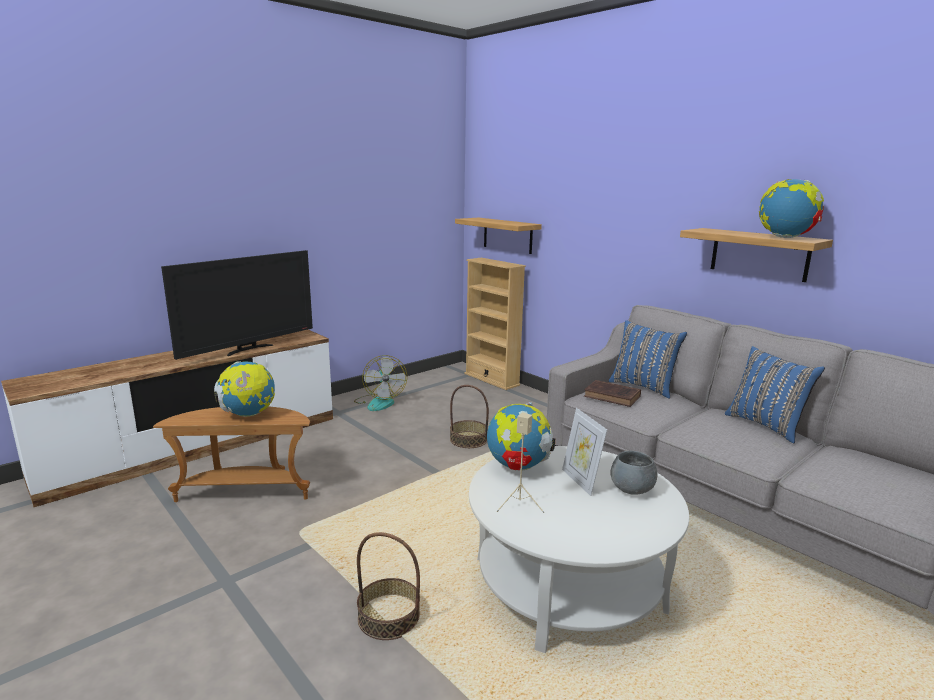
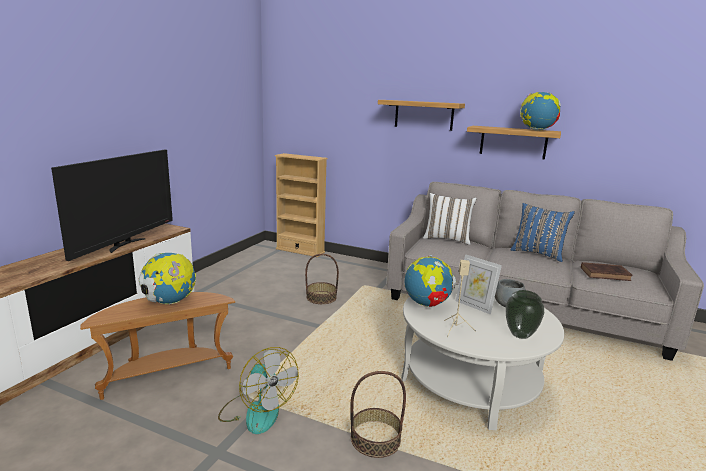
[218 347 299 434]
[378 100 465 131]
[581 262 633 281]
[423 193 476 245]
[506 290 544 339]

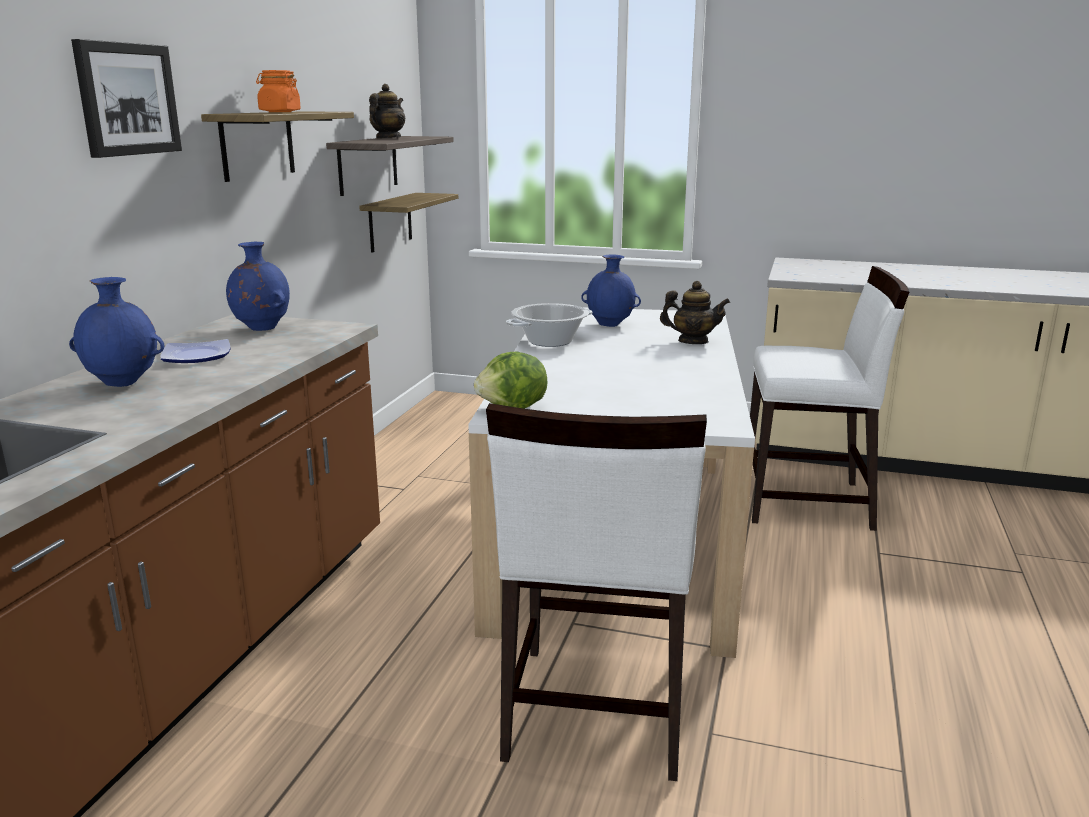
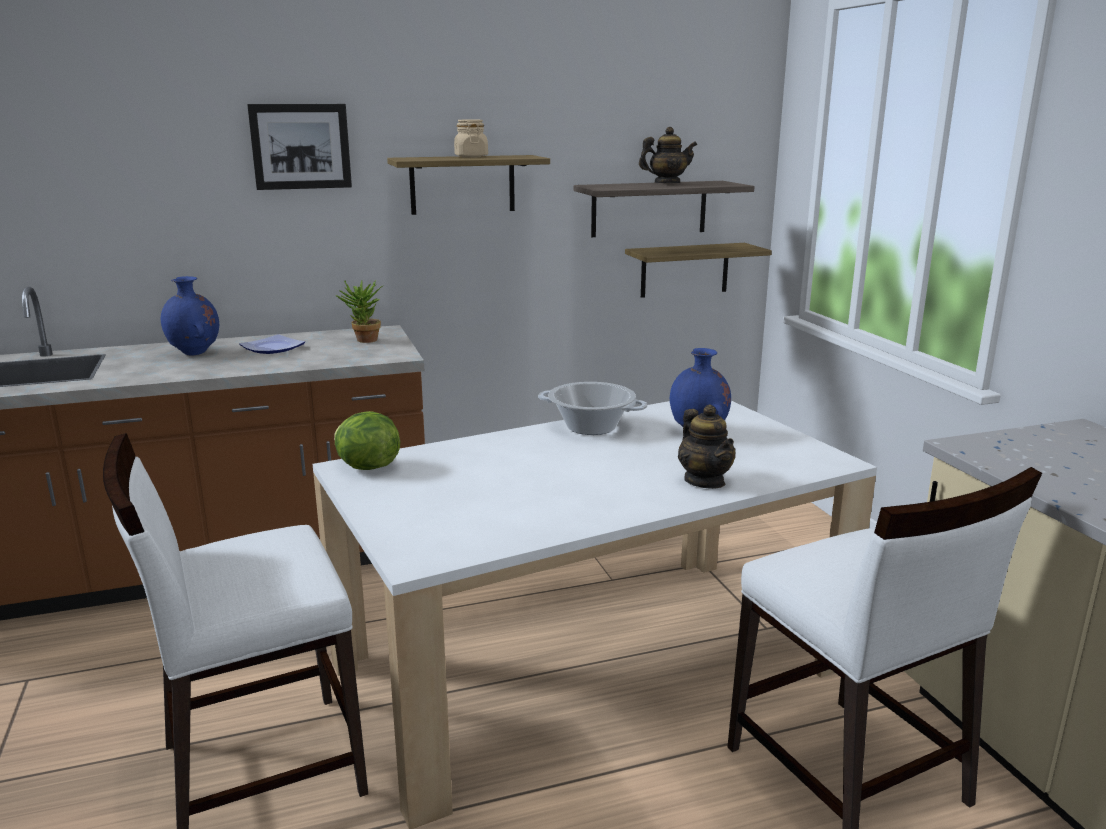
[336 280 383 343]
[454 120 488 158]

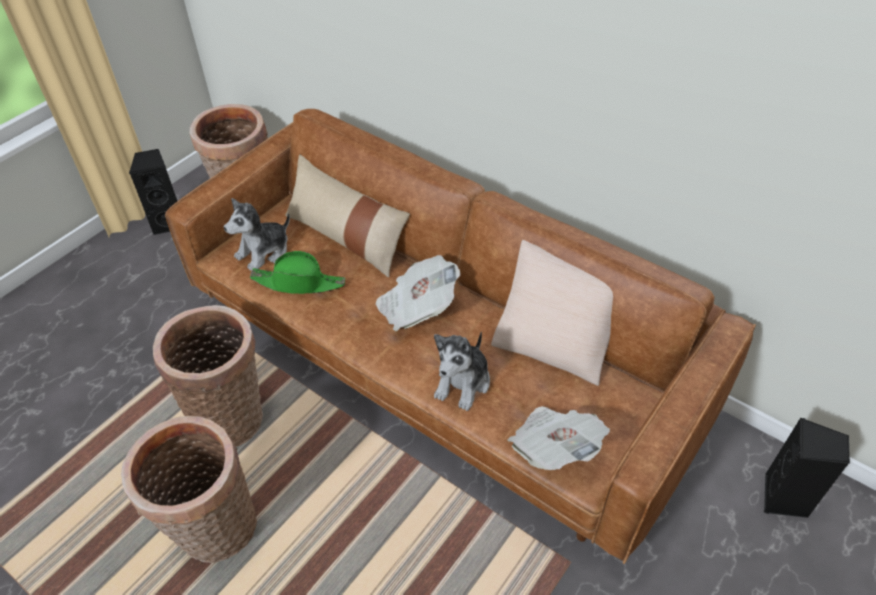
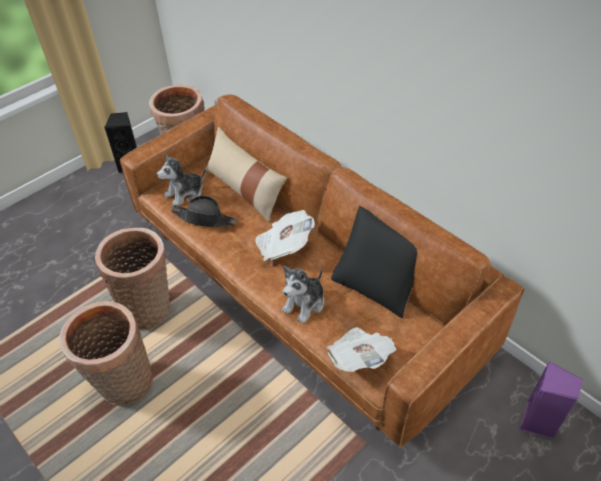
[171 196 237 227]
[331 206 417 318]
[520 361 583 438]

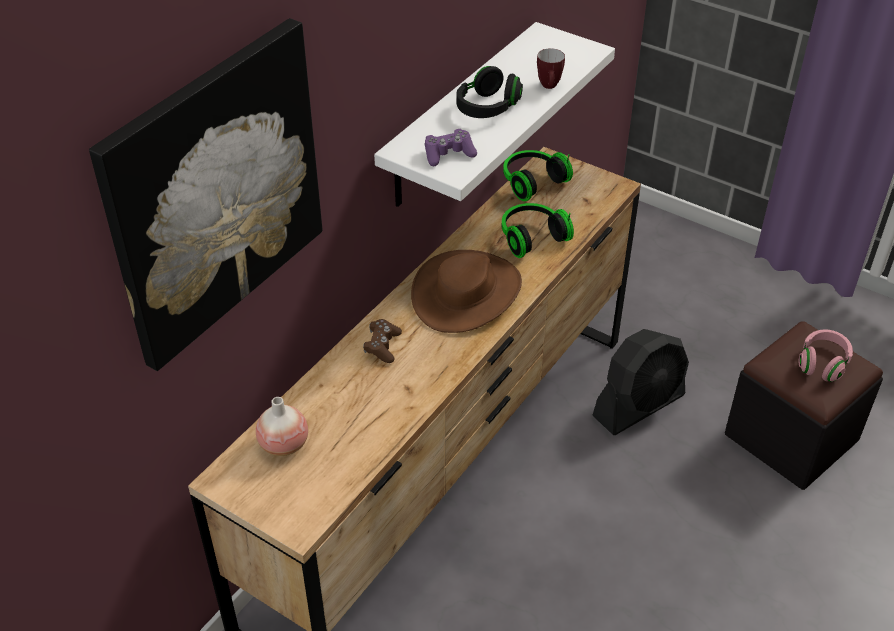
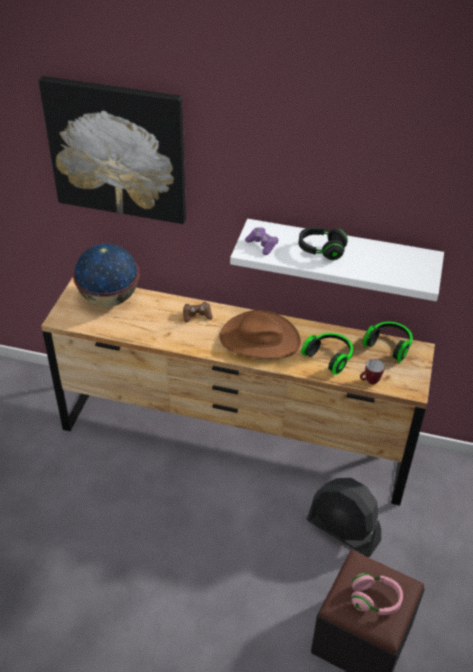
[73 244 140 307]
[360 359 385 384]

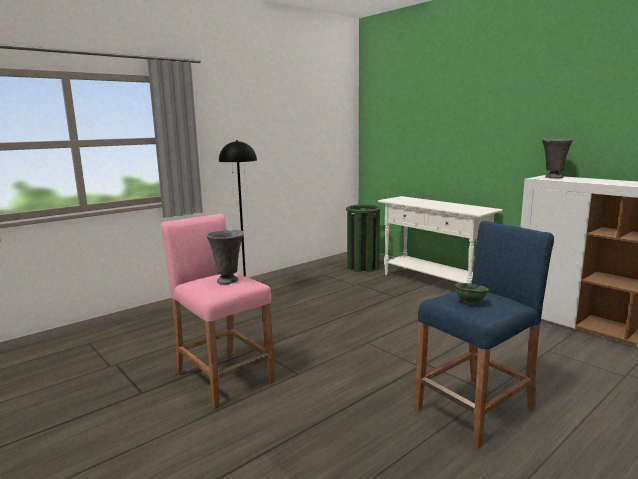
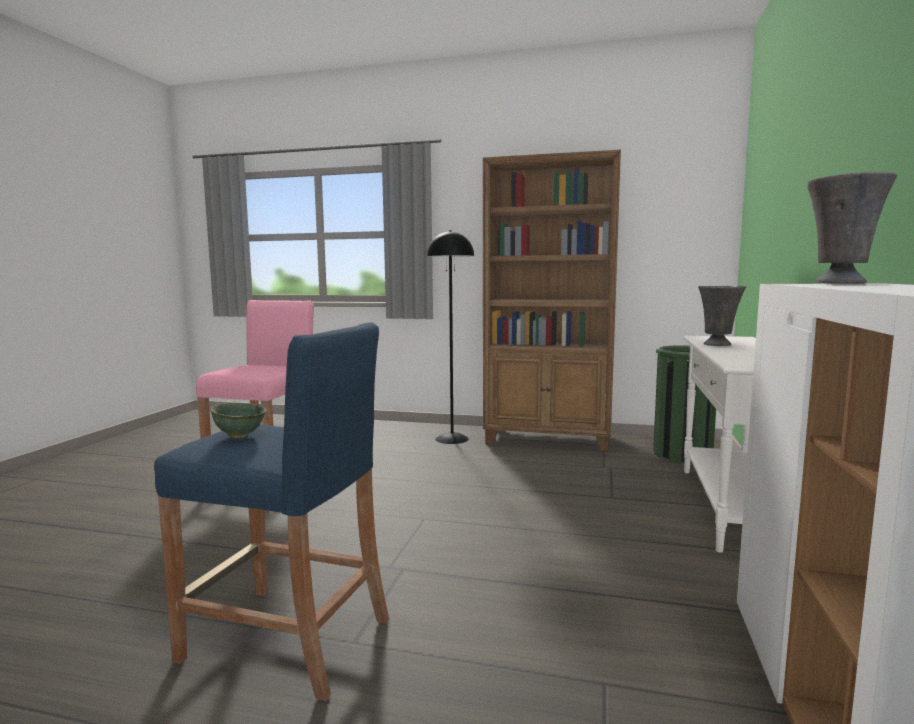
[698 286 746 346]
[483 150 621 452]

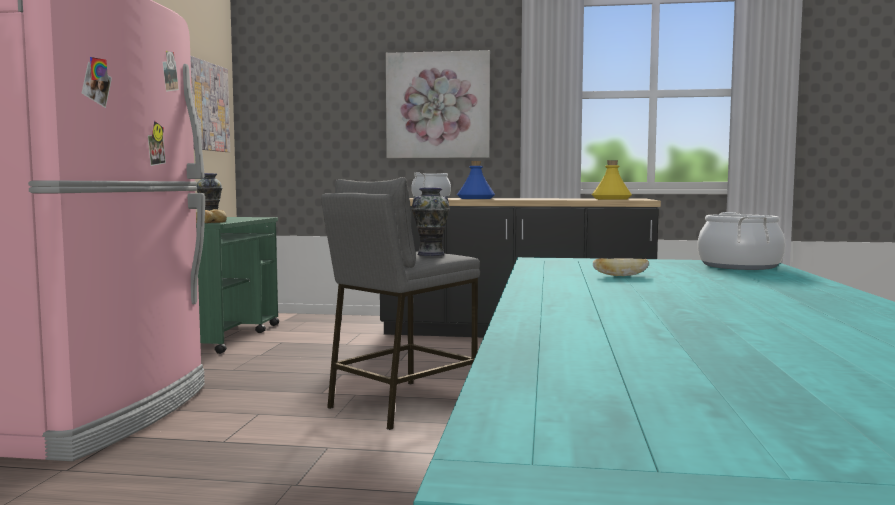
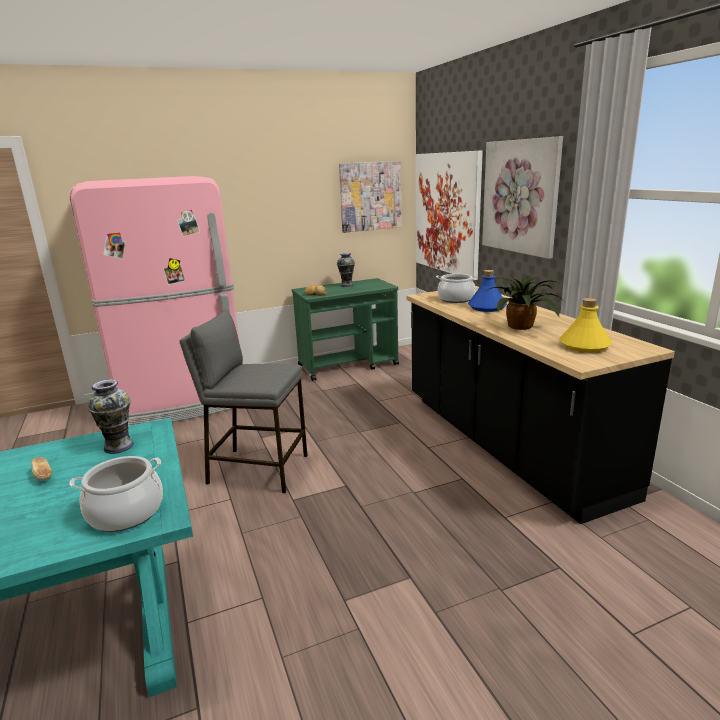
[88 380 134 454]
[415 151 483 280]
[485 276 565 330]

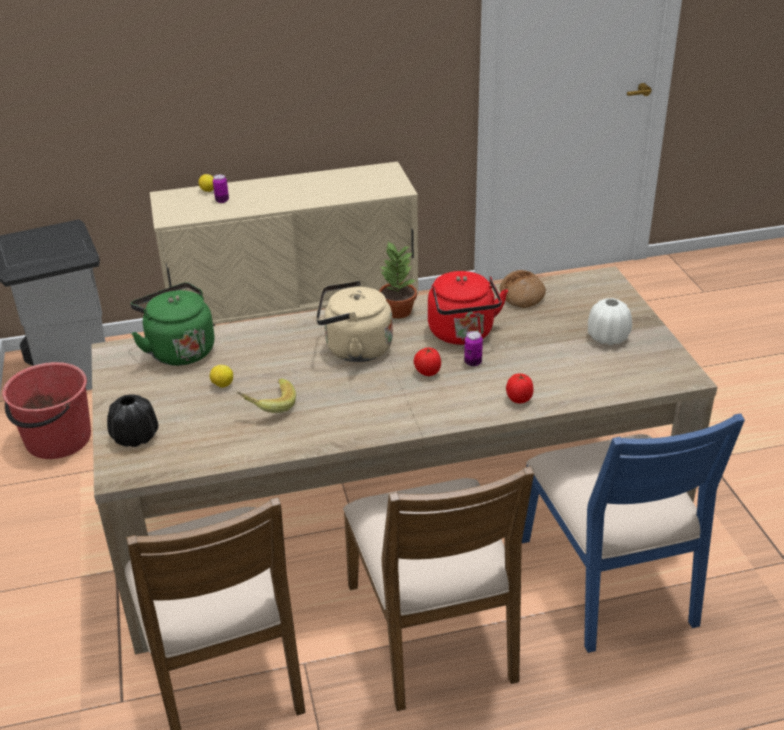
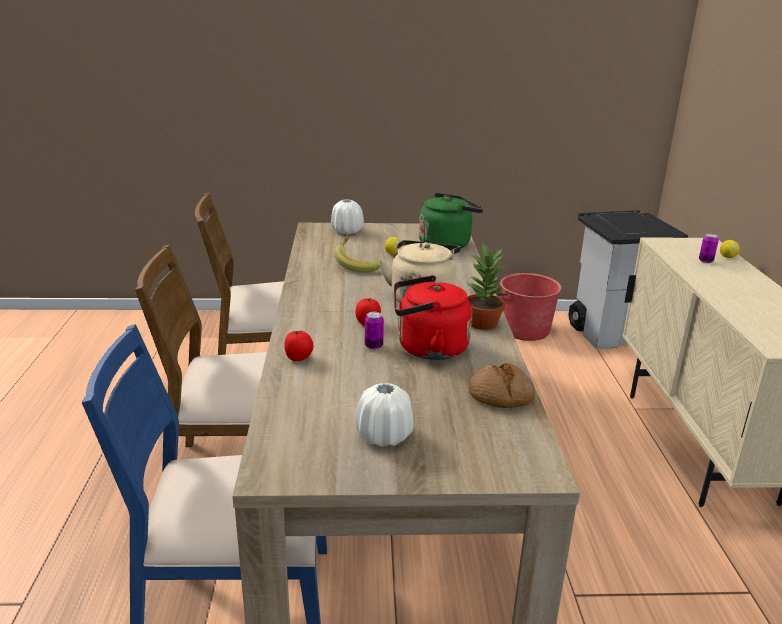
[331 199 364 234]

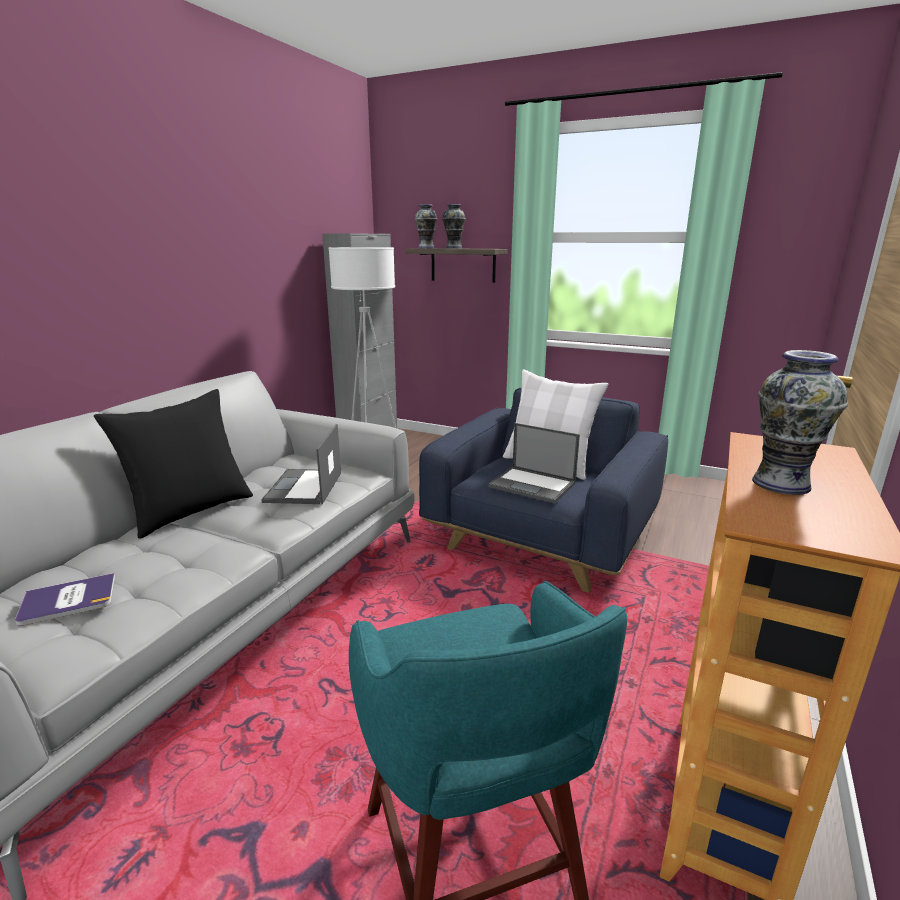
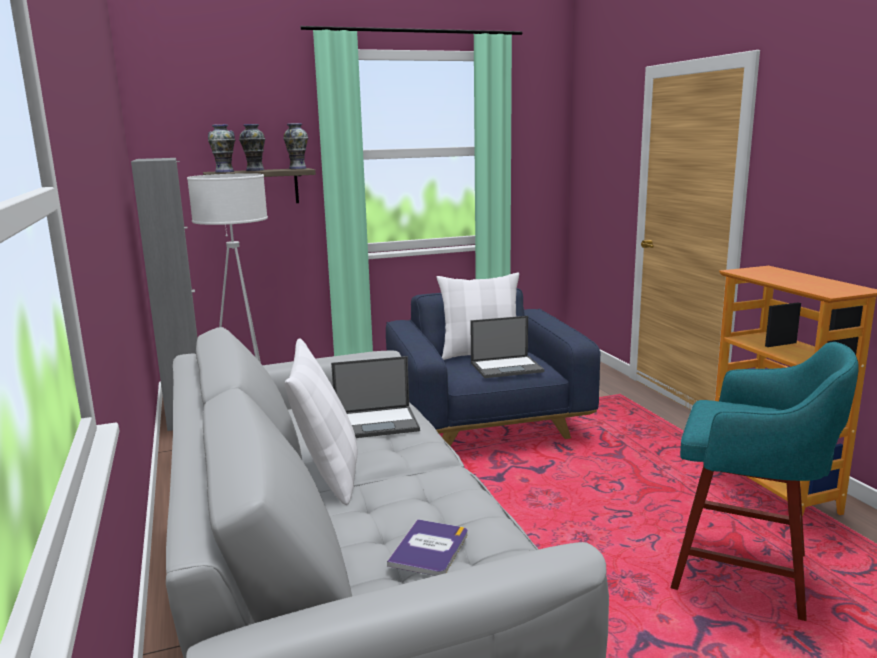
[284 338 357 505]
[331 356 420 438]
[283 123 308 169]

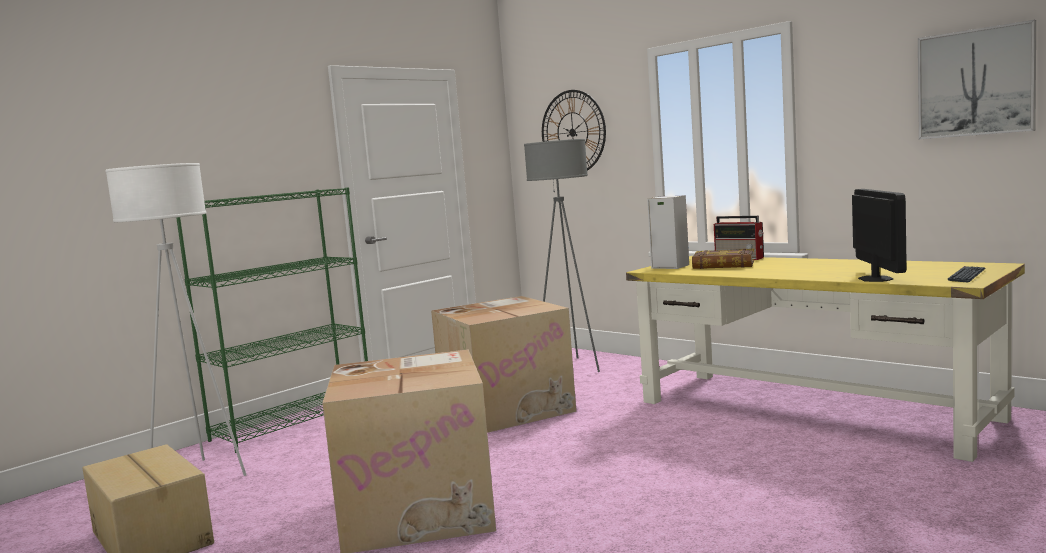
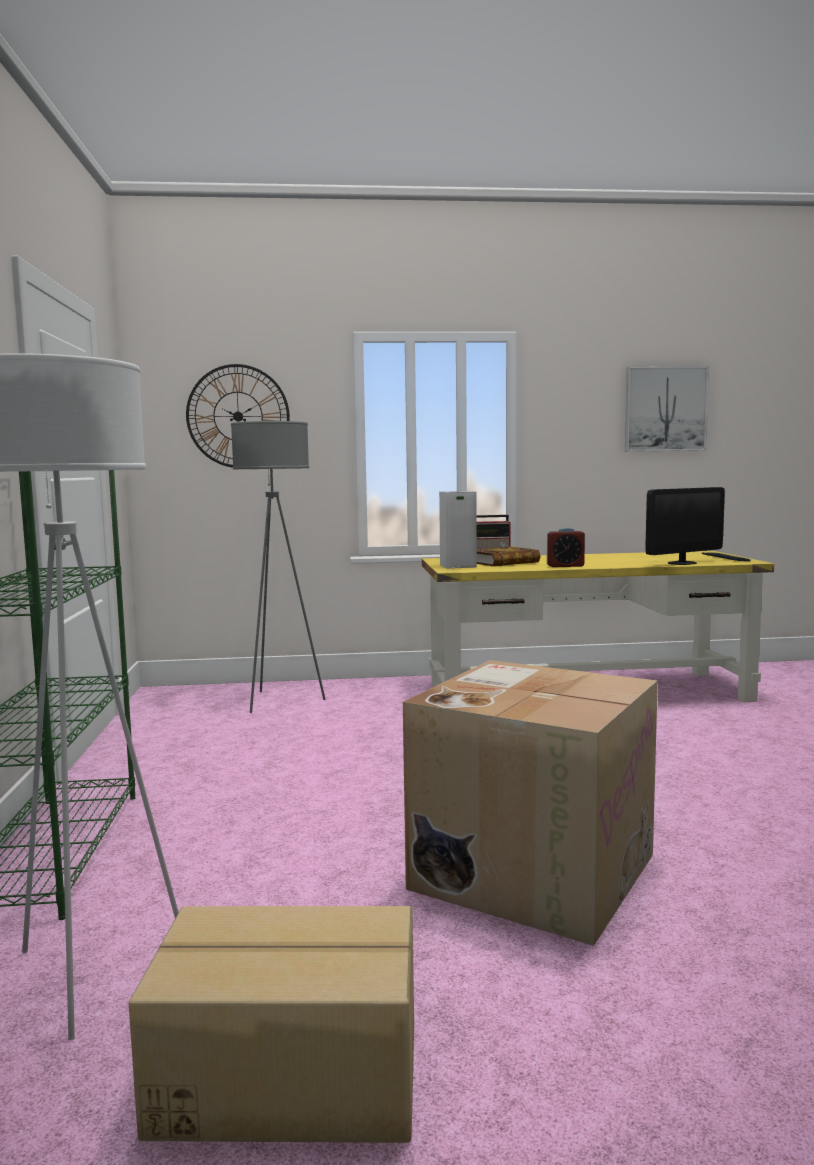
[431 296 576 433] (first image)
[646 487 725 565]
[547 527 585 567]

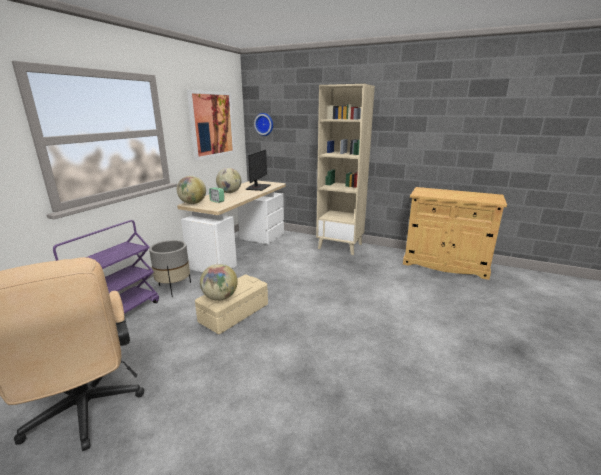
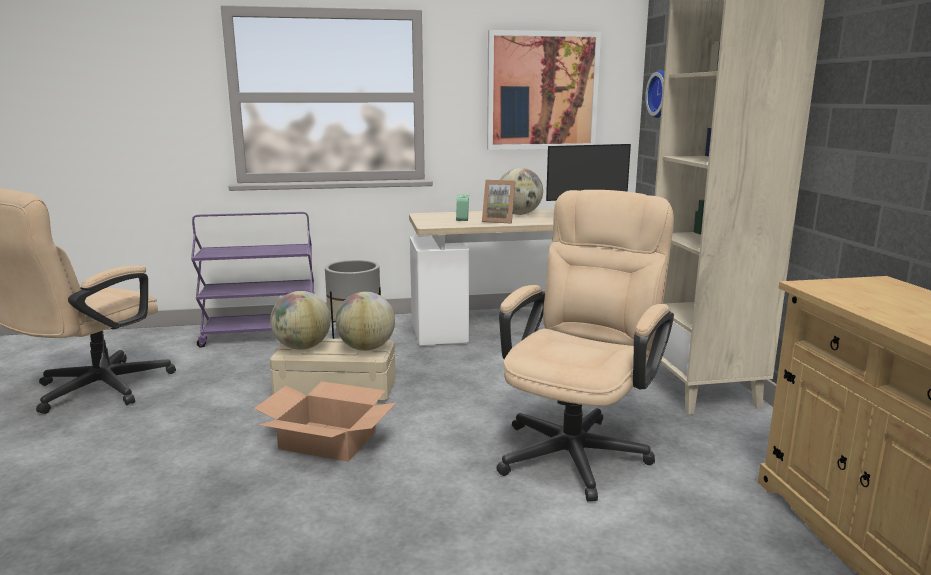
[336 292 395 351]
[254 381 396 462]
[482 180 516 224]
[496 190 674 502]

